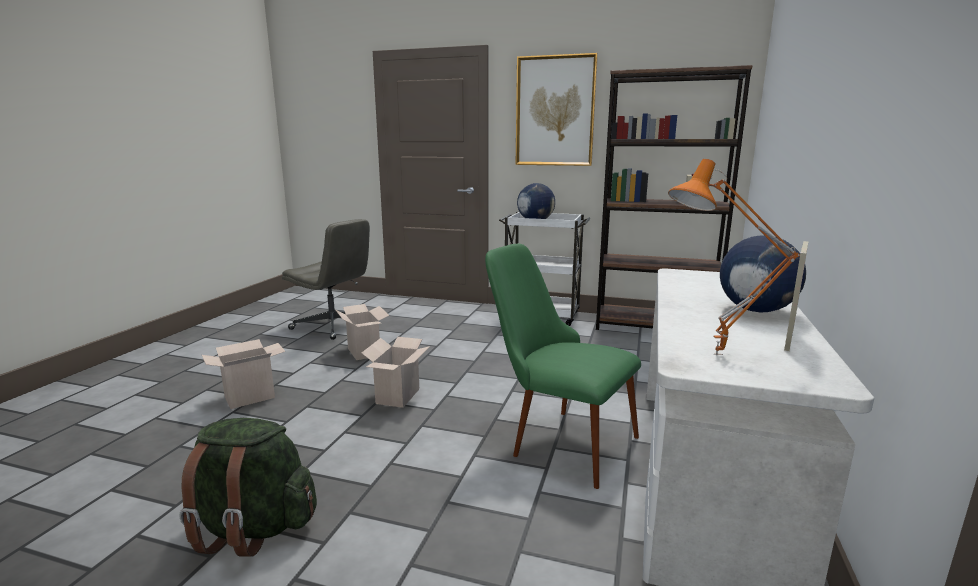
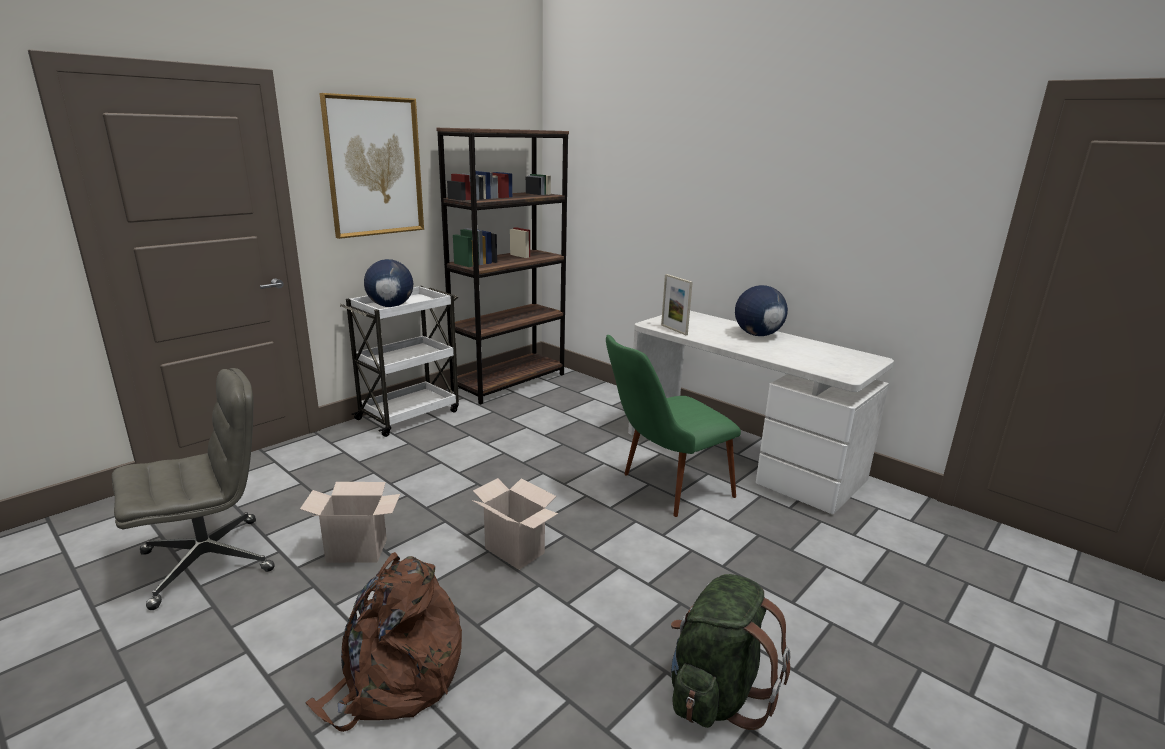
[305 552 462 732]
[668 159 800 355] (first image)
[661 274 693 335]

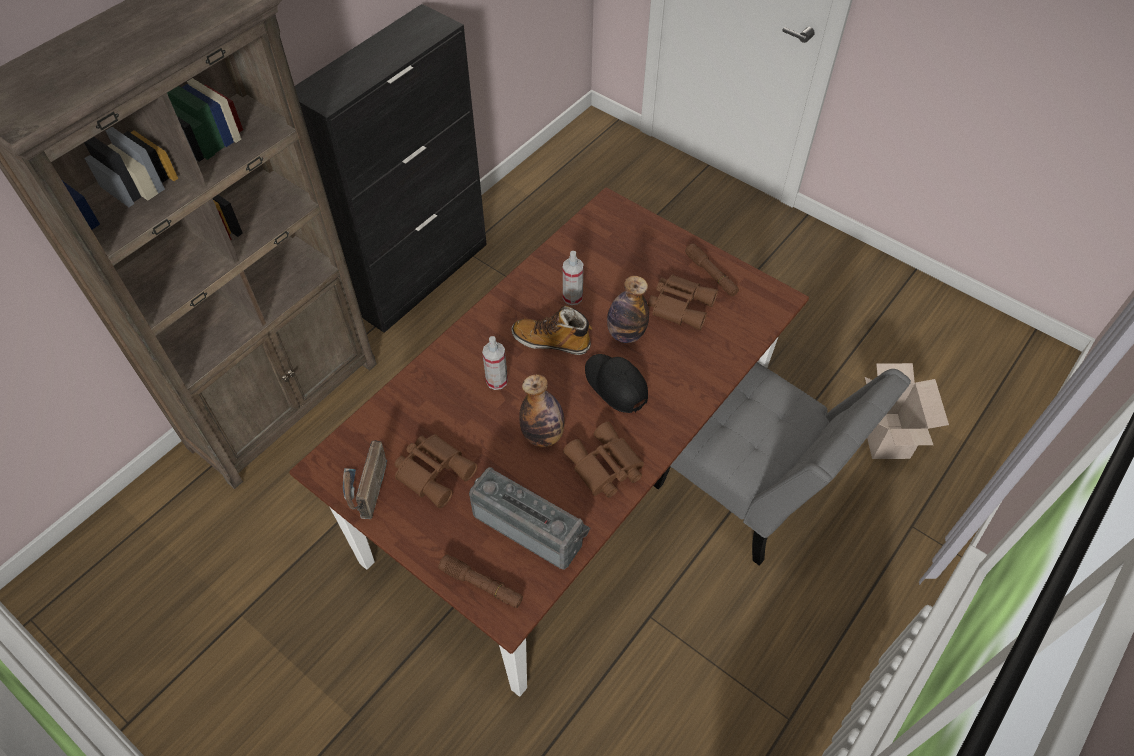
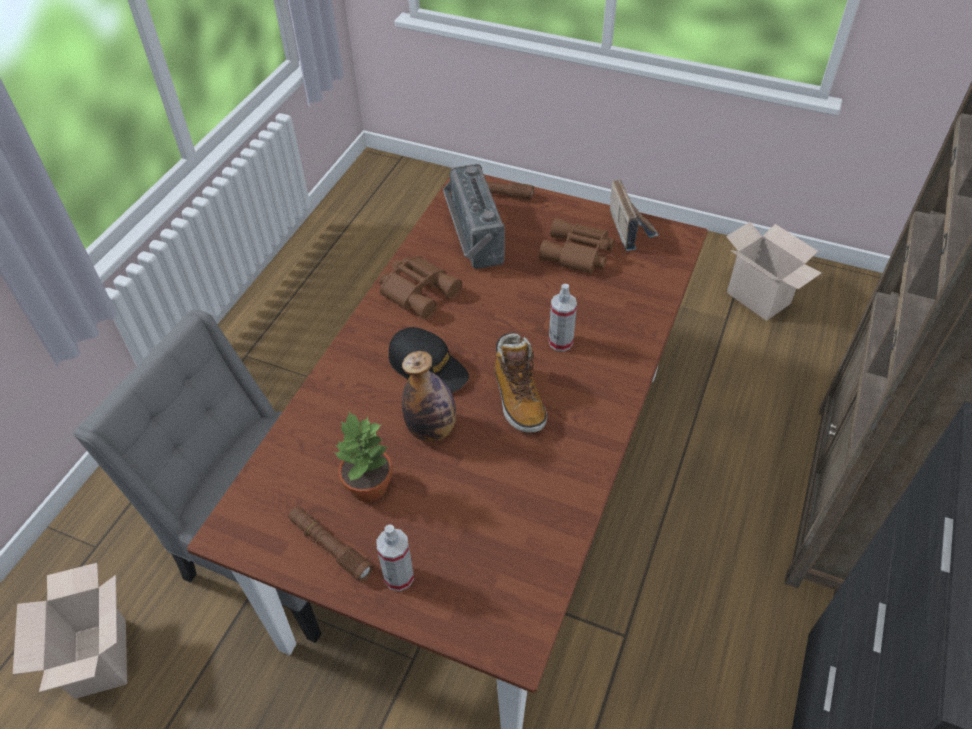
[443 164 505 269]
[495 333 547 433]
[519 374 565 447] (first image)
[376 525 414 591]
[333 411 393 502]
[726 222 822 321]

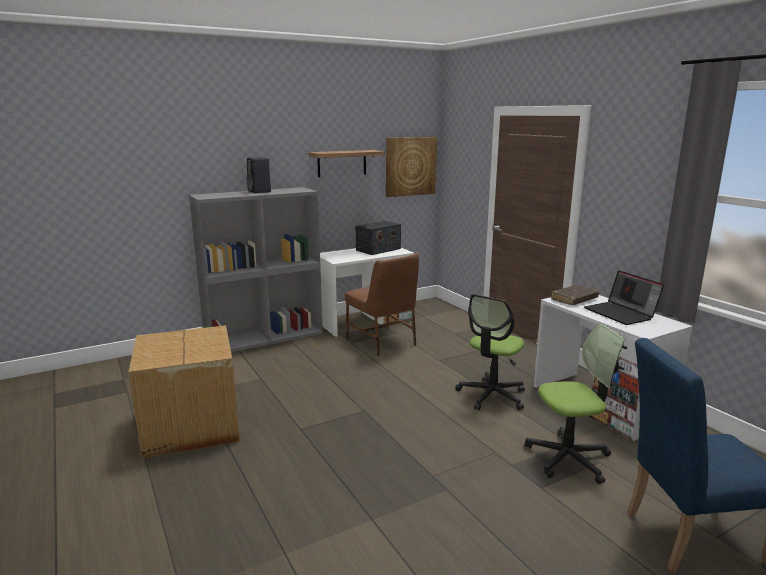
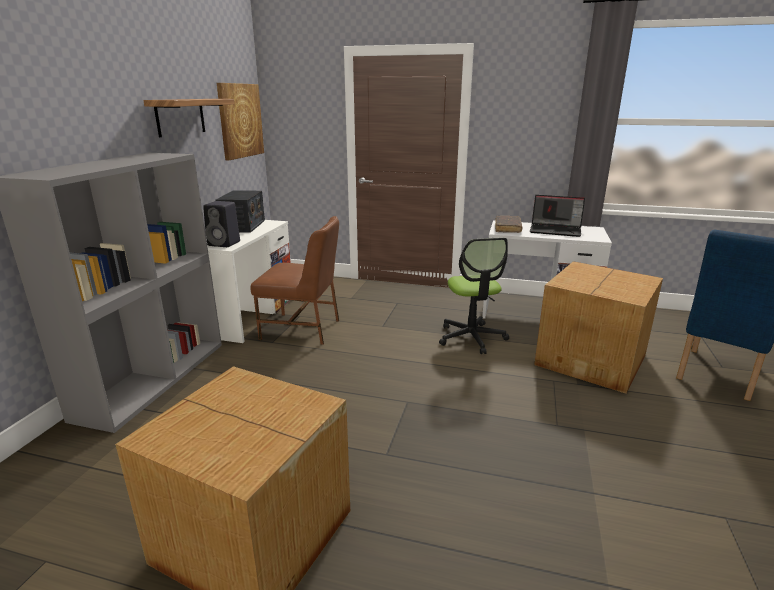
[203 201 240 247]
[534 261 663 394]

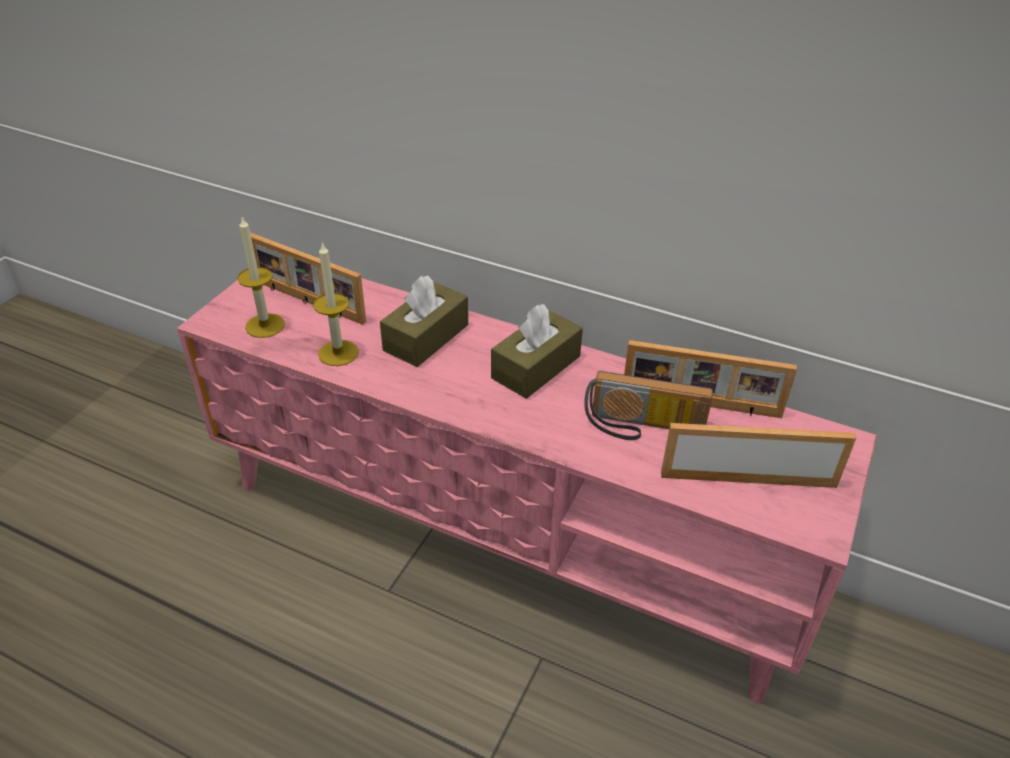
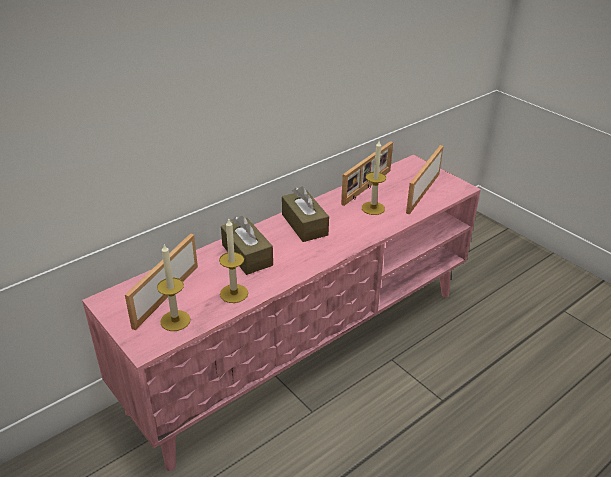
[125 233 198 330]
[362 141 386 215]

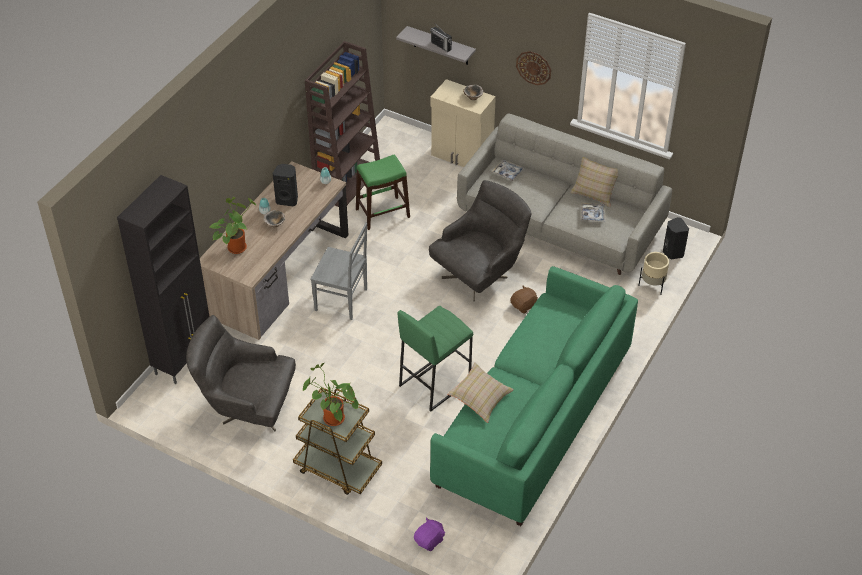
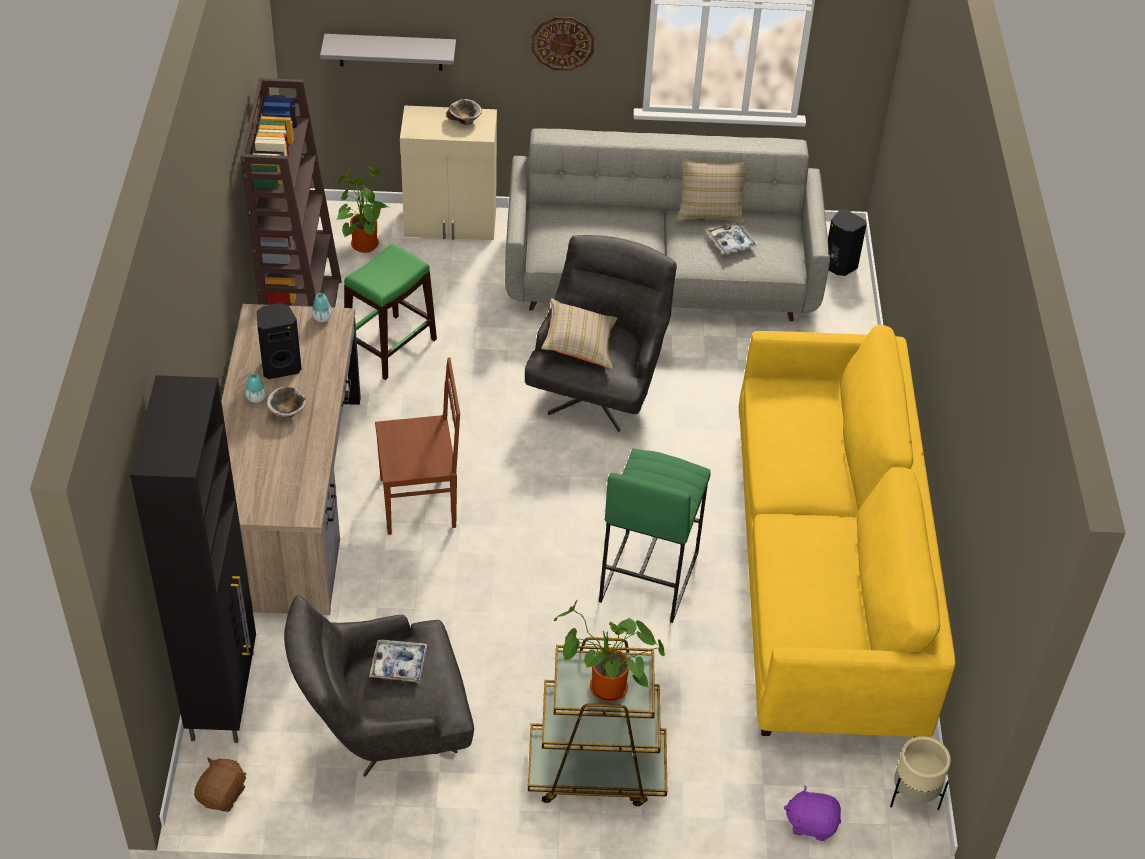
[336 166 388 253]
[375 357 460 535]
[784 785 841 841]
[430 27 452 52] (first image)
[739 325 955 738]
[541 298 618 369]
[369 639 428 683]
[194 758 246 812]
[890 736 951 810]

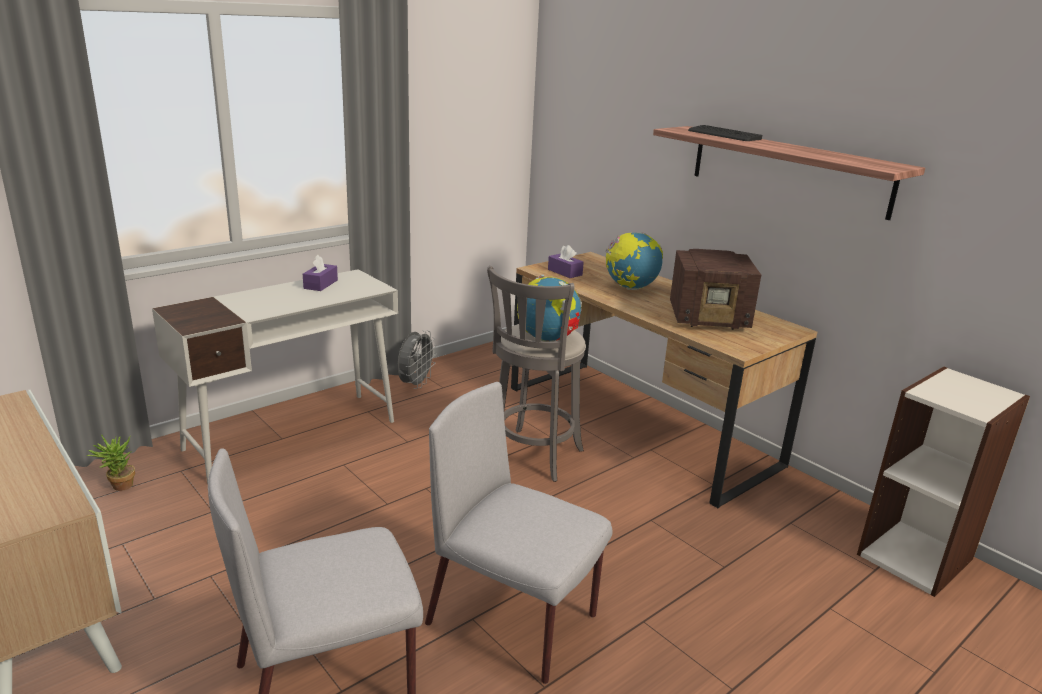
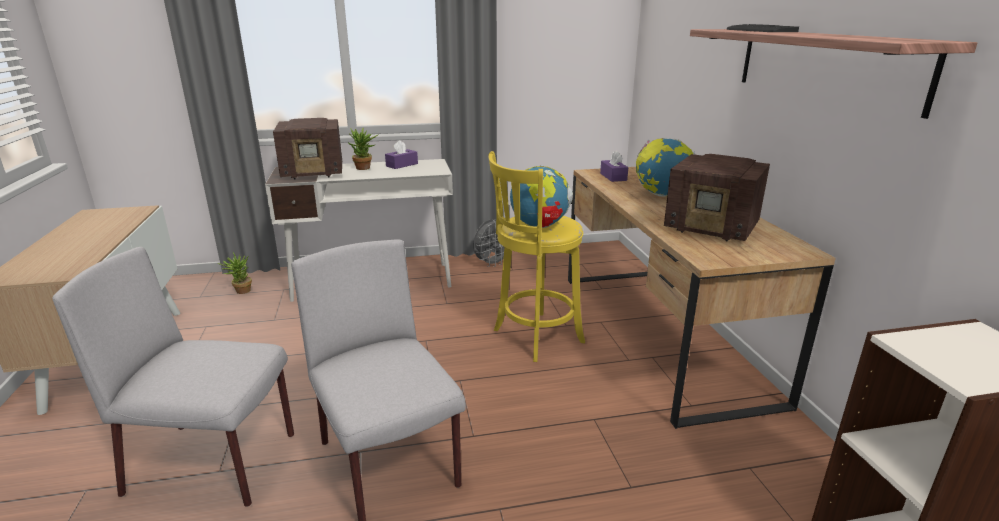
[488 151 585 362]
[273 118 342 180]
[347 128 378 170]

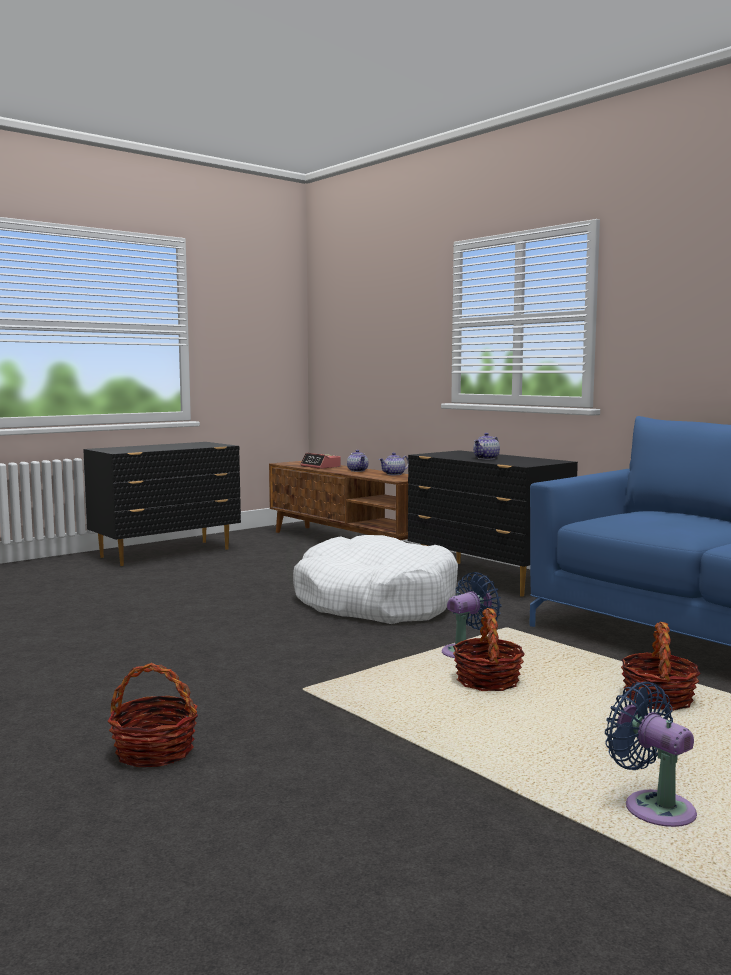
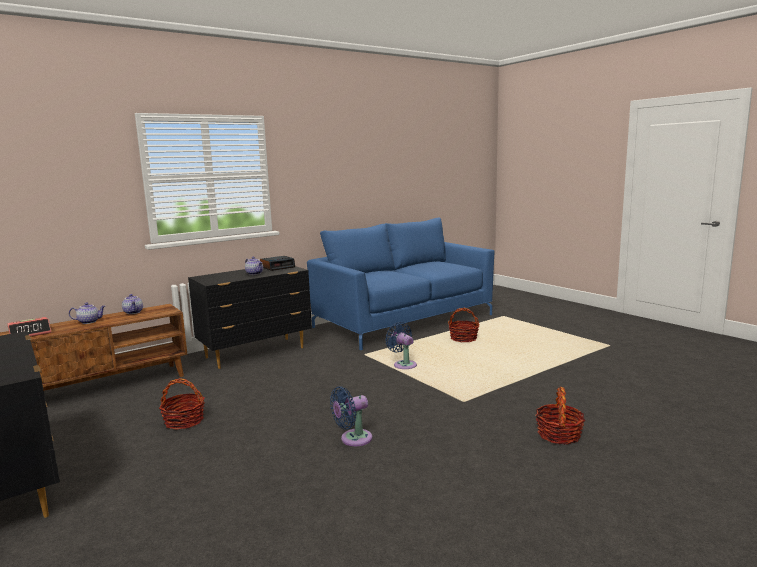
[293 535 458 624] (first image)
[159 378 205 430]
[330 386 372 446]
[260 256 295 271]

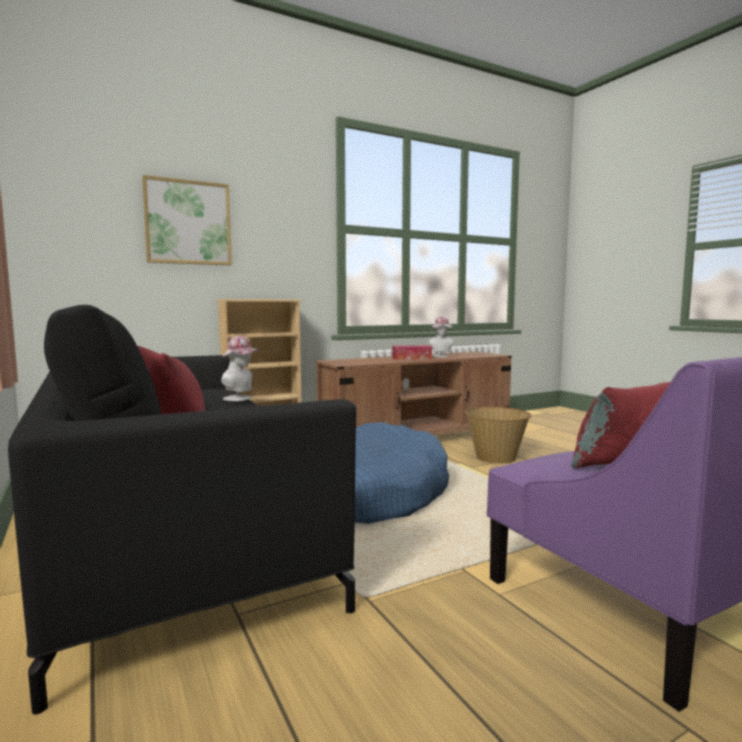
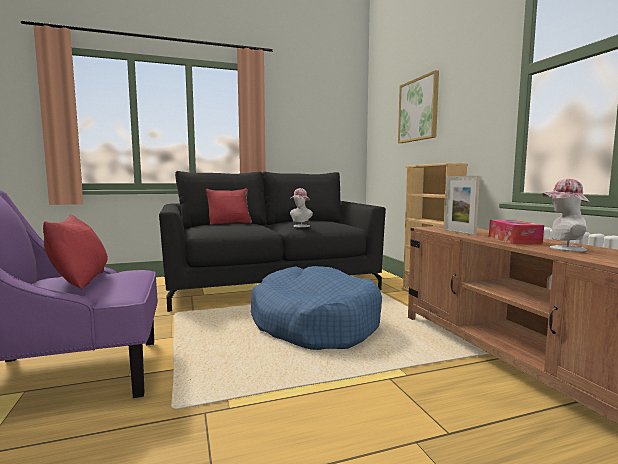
[465 407 532 464] (first image)
[444 176 480 236]

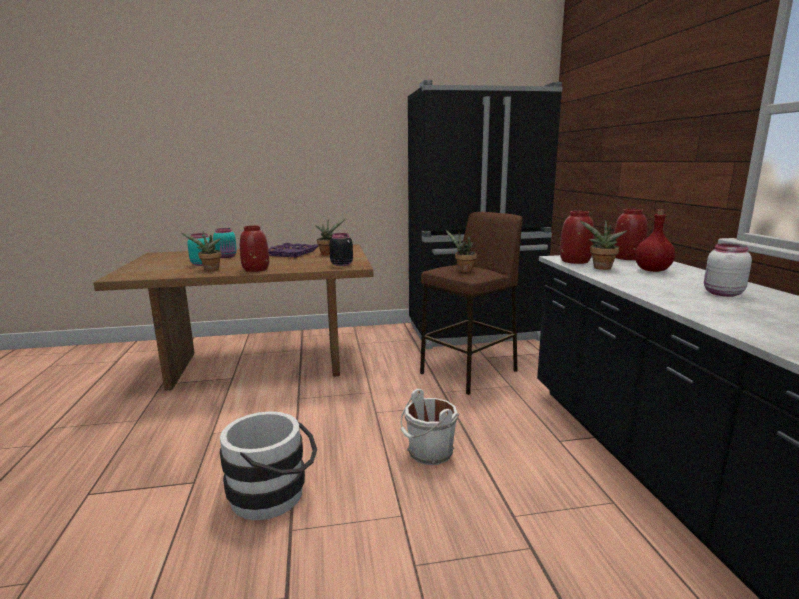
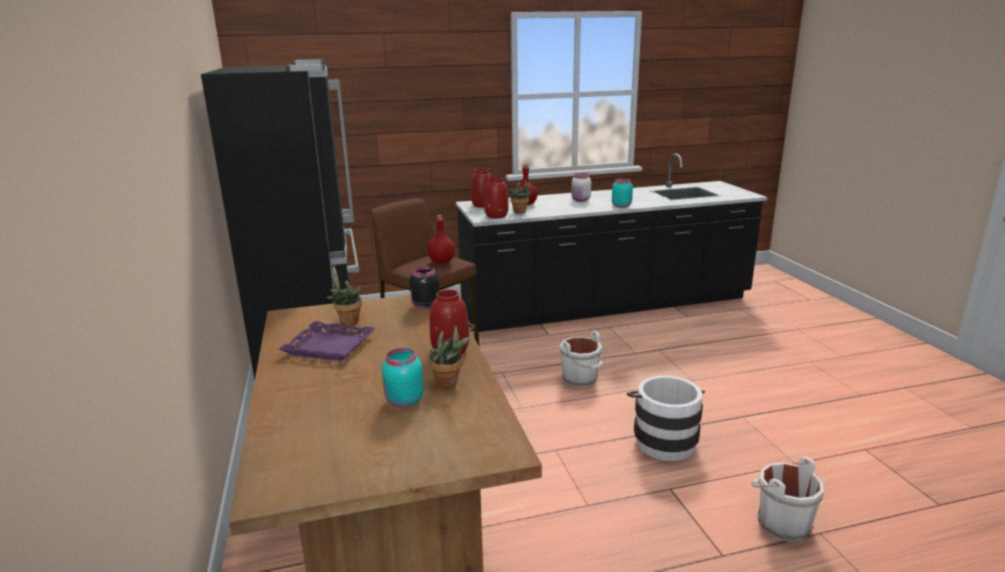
[612 178 633 208]
[428 215 455 264]
[751 456 824 542]

